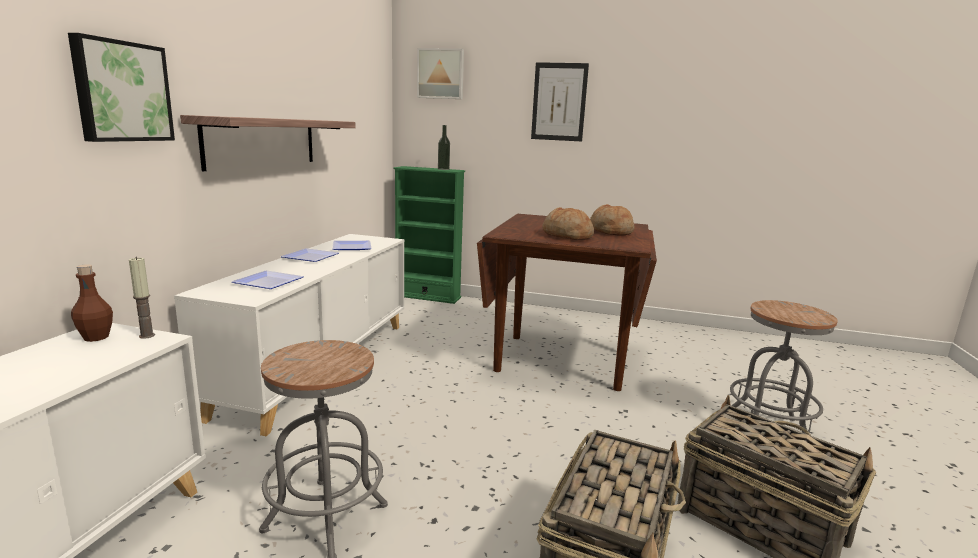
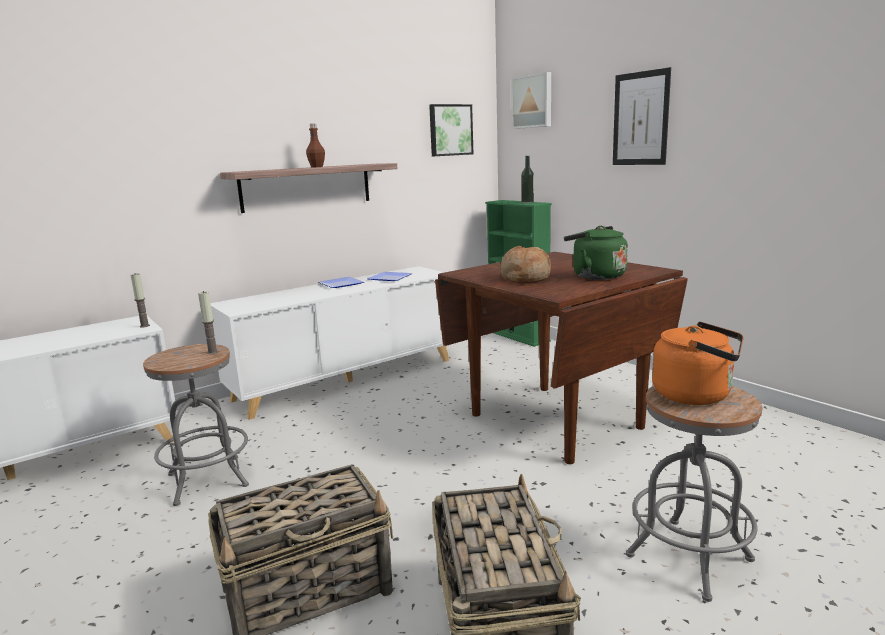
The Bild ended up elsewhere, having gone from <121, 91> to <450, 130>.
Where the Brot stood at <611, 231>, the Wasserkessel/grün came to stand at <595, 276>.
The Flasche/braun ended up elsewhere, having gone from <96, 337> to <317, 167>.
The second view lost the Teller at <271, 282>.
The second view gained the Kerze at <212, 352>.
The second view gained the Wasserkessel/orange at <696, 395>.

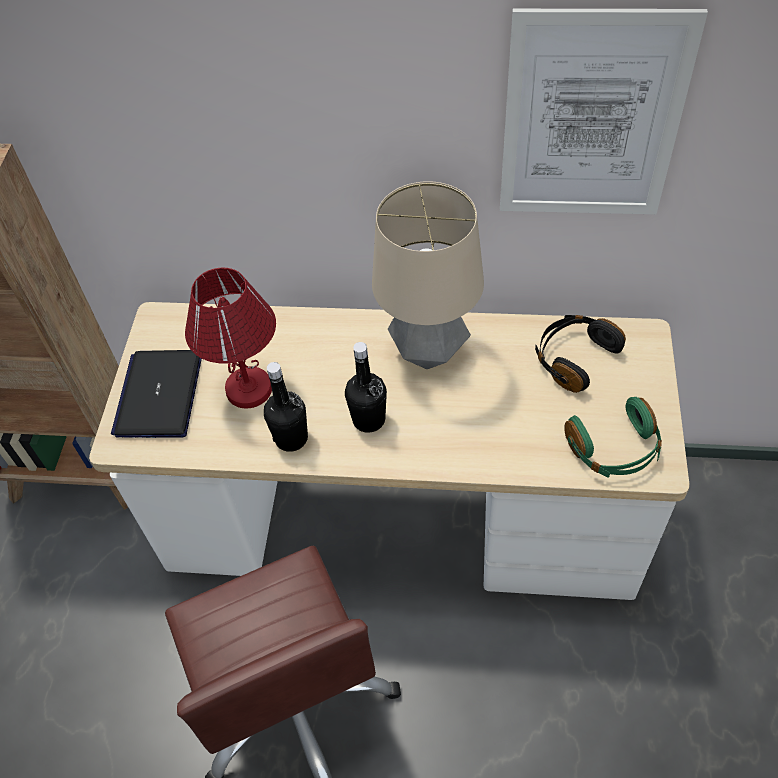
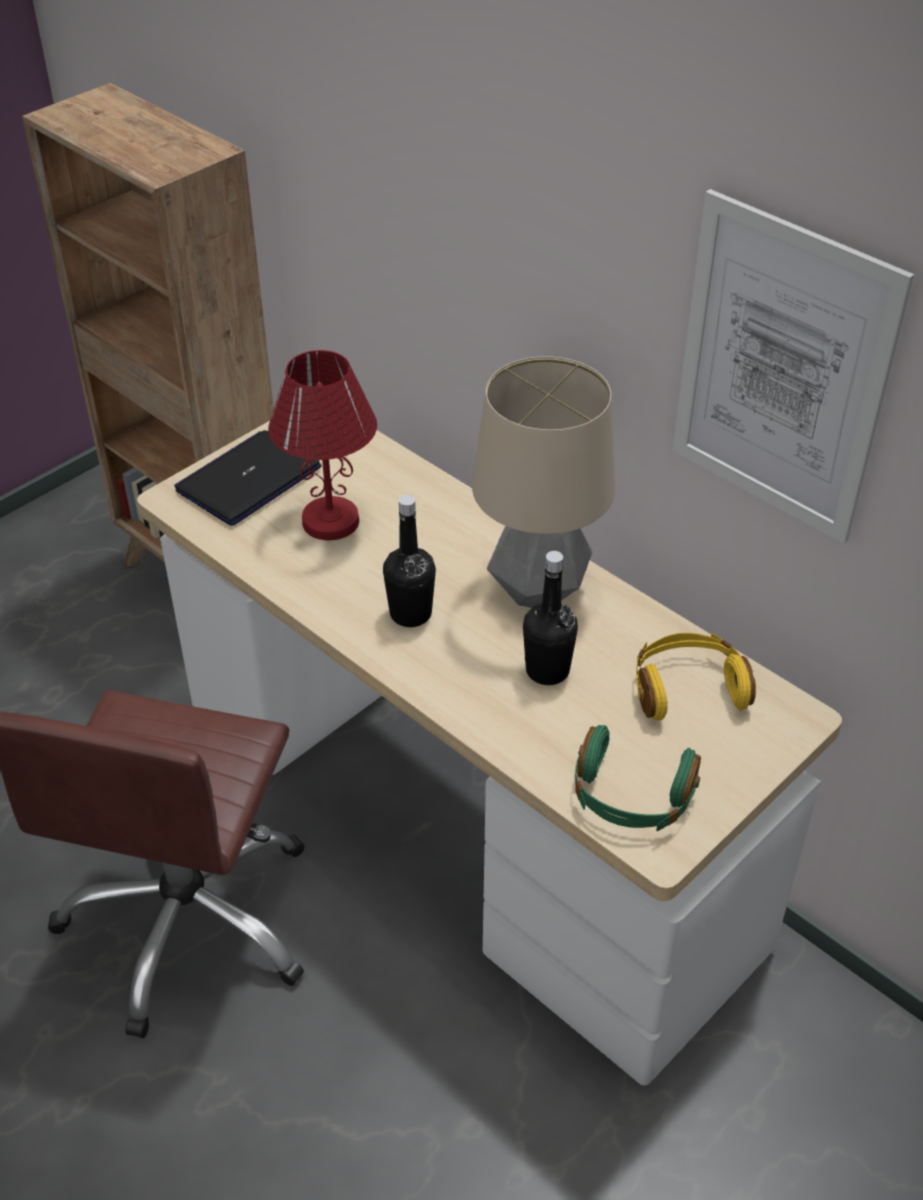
What was the Kopfhörer/schwarz at <574, 358> turned into the Kopfhörer/gelb at <687, 688>.
The Flasche/schwarz ended up elsewhere, having gone from <291, 438> to <547, 670>.

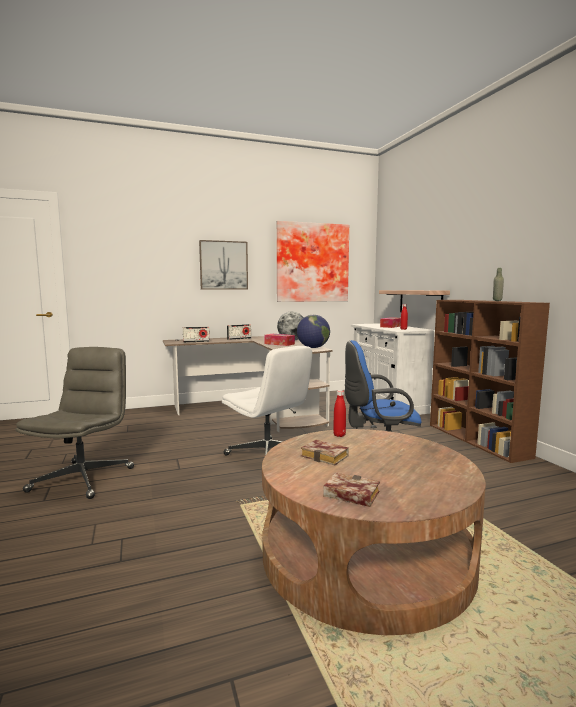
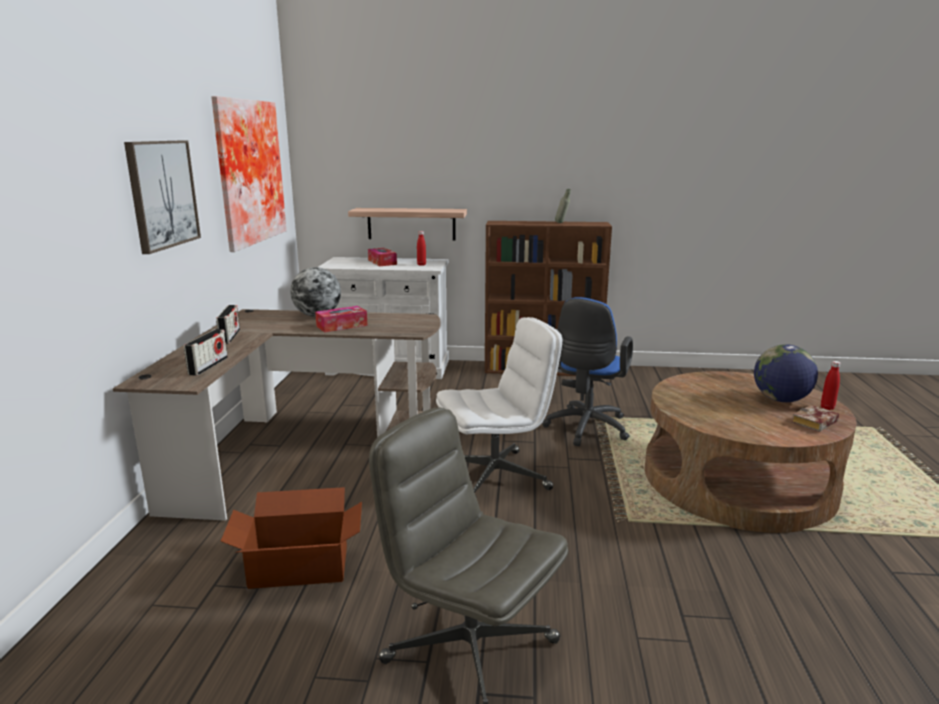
The Globus ended up elsewhere, having gone from <313, 347> to <780, 400>.
The Flasche/rot ended up elsewhere, having gone from <339, 435> to <827, 408>.
The second view lost the Buch at <326, 456>.
The second view gained the Karton at <298, 566>.

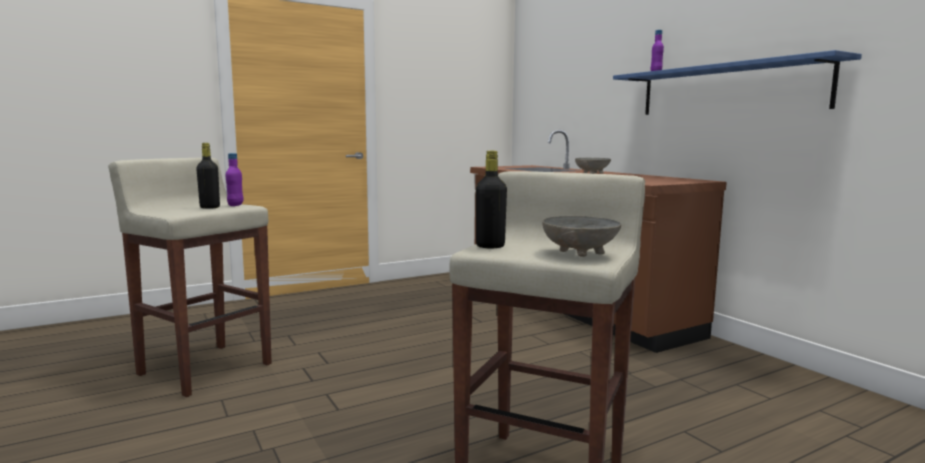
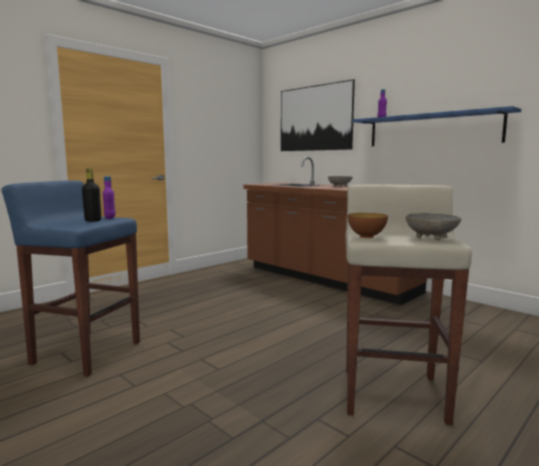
Where the Flasche/schwarz stood at <490, 246>, the Schüssel came to stand at <366, 237>.
What was the Hocker/beige at <204, 369> turned into the Hocker/blau at <86, 352>.
The second view gained the Bild at <315, 118>.

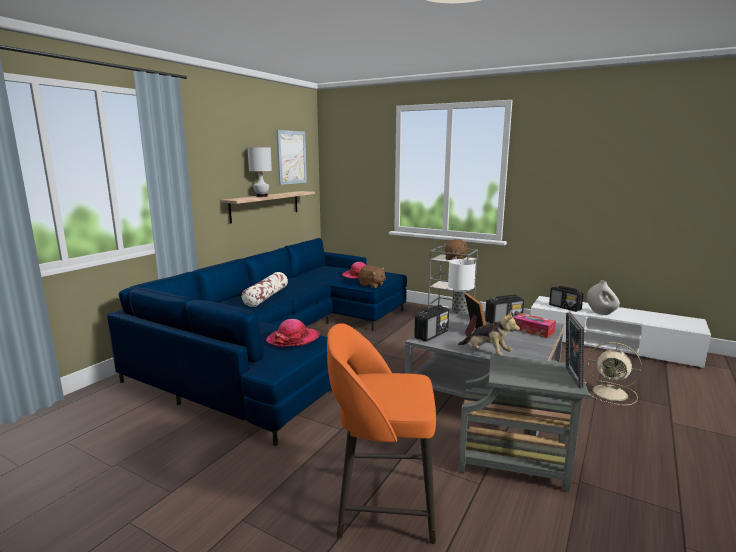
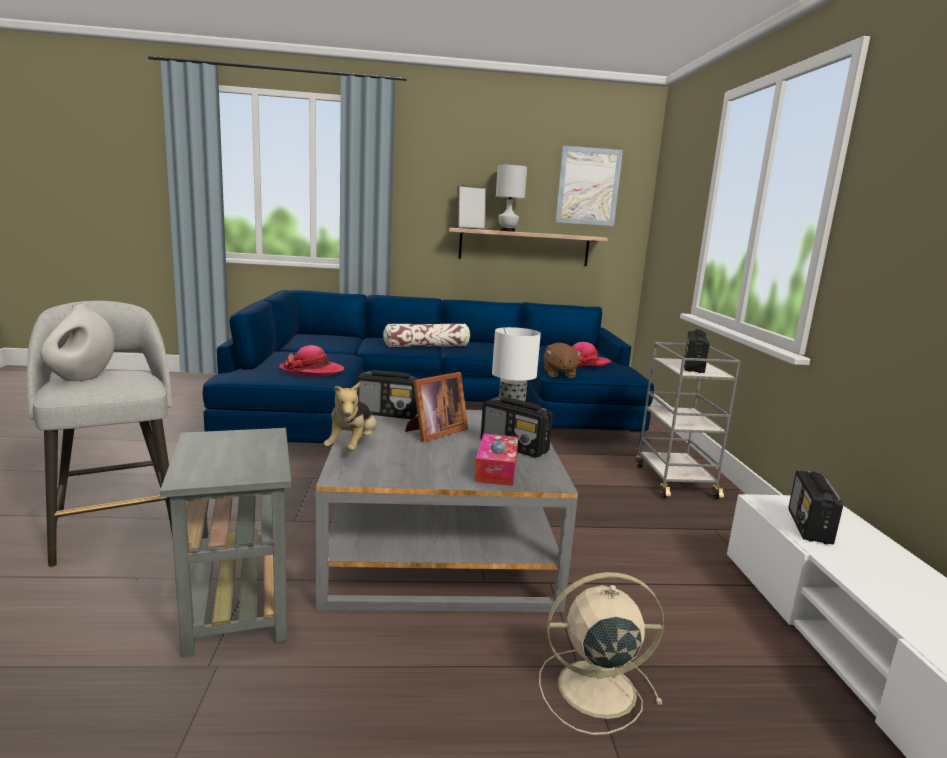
Where the Plüschtier/braun stood at <455, 258>, the Radio came to stand at <693, 367>.
The Vase/weiß ended up elsewhere, having gone from <601, 313> to <82, 377>.
The Bilderrahmen ended up elsewhere, having gone from <570, 377> to <470, 228>.
What was the Hocker/orange at <382, 505> turned into the Hocker/grau at <116, 526>.
The Ventilator/beige at <611, 393> ended up facing another way, 90 degrees clockwise from before.

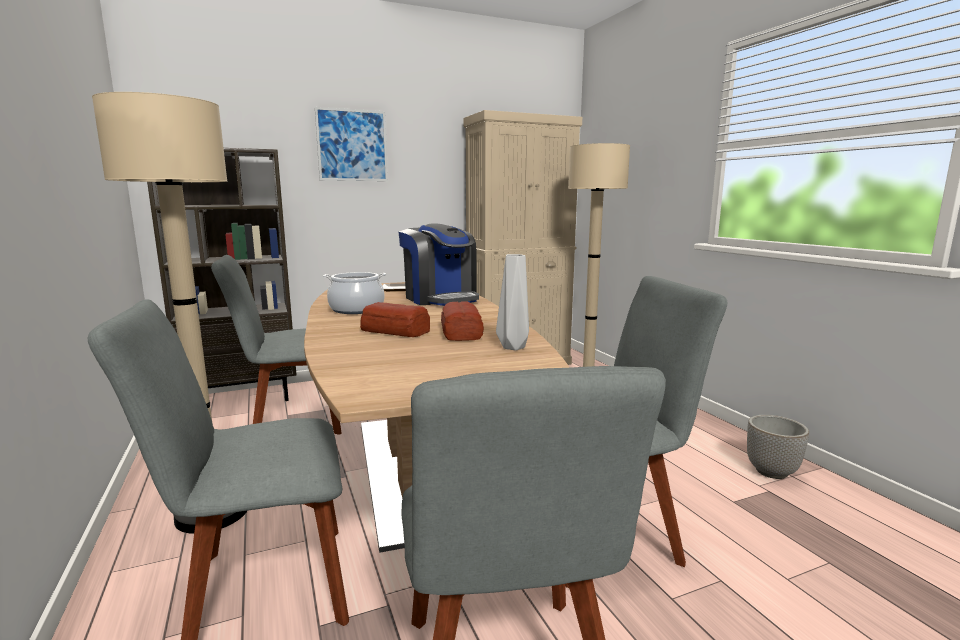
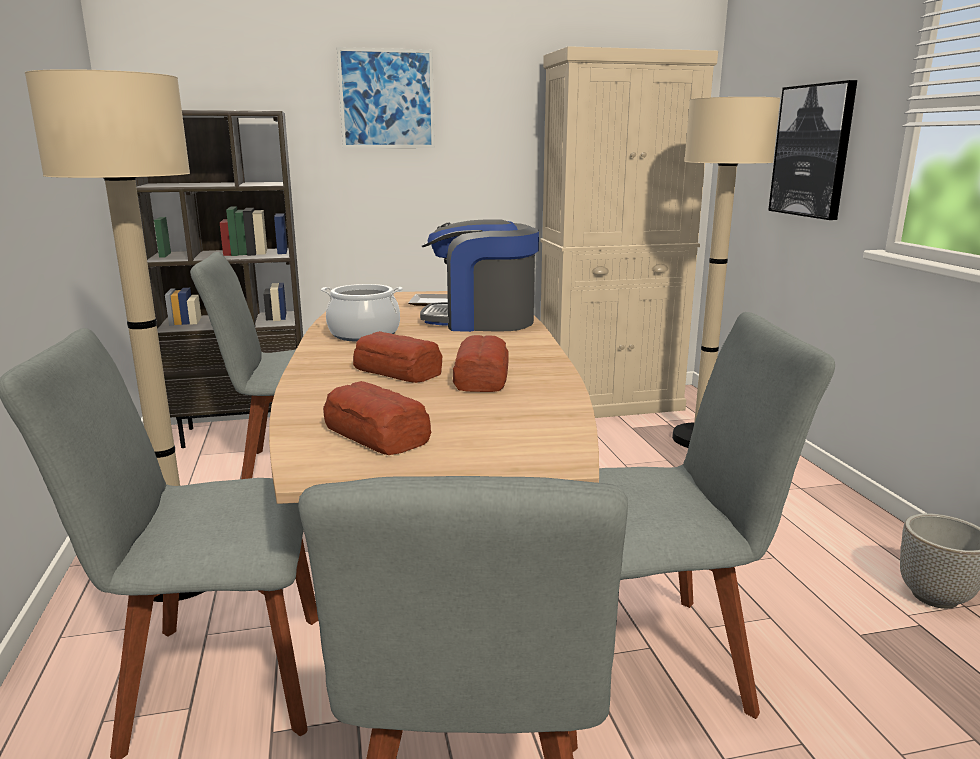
The Kaffeemaschine at <440, 298> ended up facing another way, 120 degrees clockwise from before.
The second view lost the Vase/grau at <512, 347>.
The second view gained the Bild at <812, 151>.
The second view gained the Brot at <377, 435>.

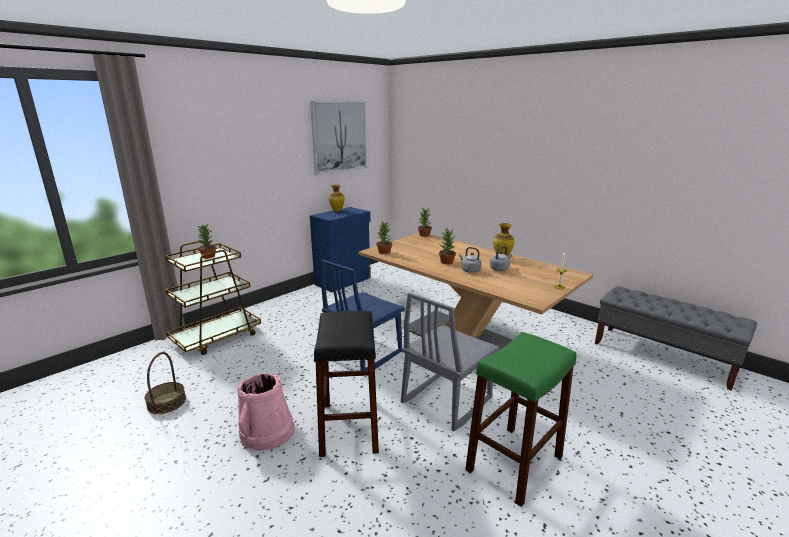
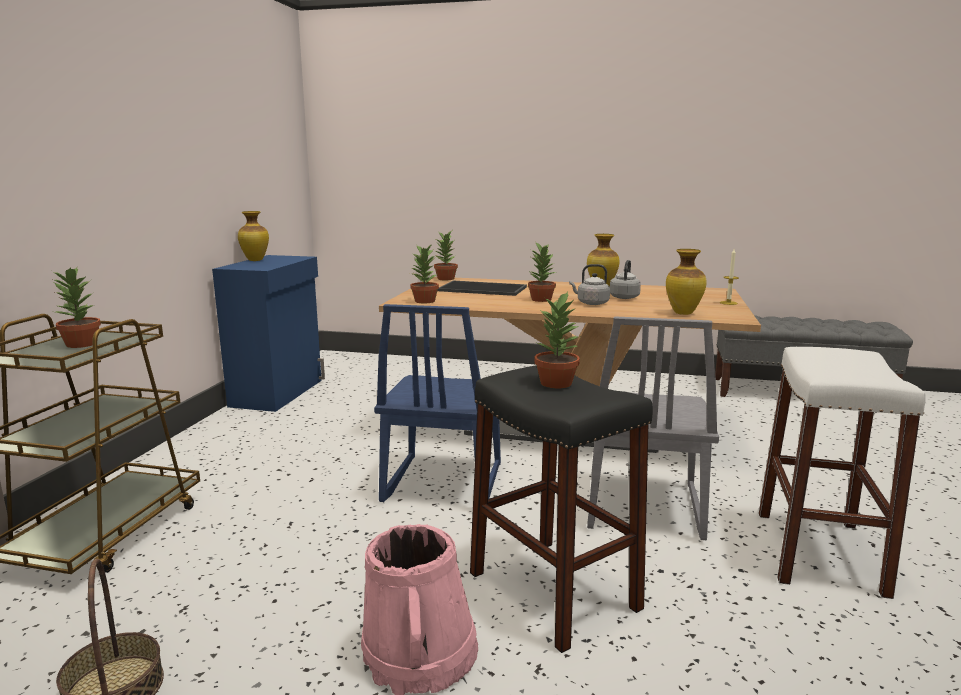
The second view lost the Bild at <339, 137>.
What was the Hocker/grün at <514, 463> turned into the Hocker/weiß at <818, 552>.
The second view gained the Vase at <683, 313>.
The second view gained the Tablett at <483, 289>.
The second view gained the Topfpflanze at <557, 383>.

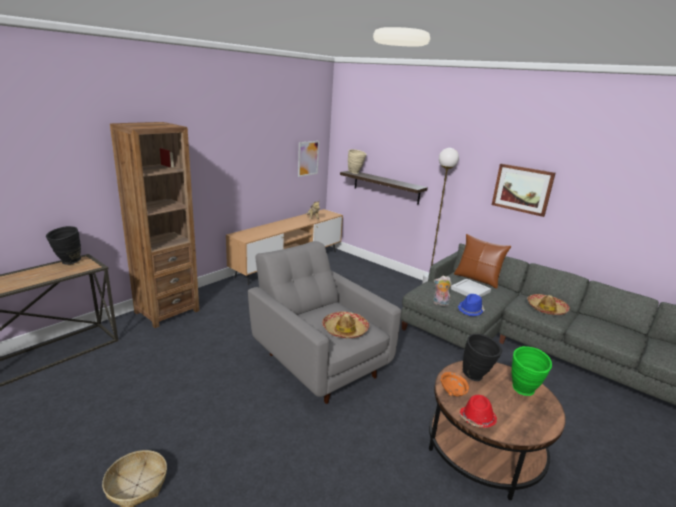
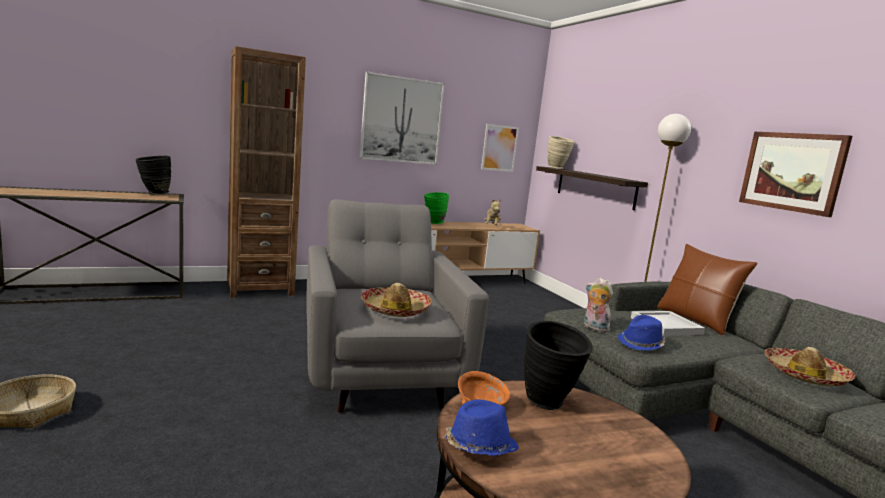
The Vase/grün ended up elsewhere, having gone from <523, 392> to <433, 223>.
What was the Hut/rot at <477, 419> turned into the Hut/blau at <479, 447>.
The second view gained the Bild at <402, 120>.

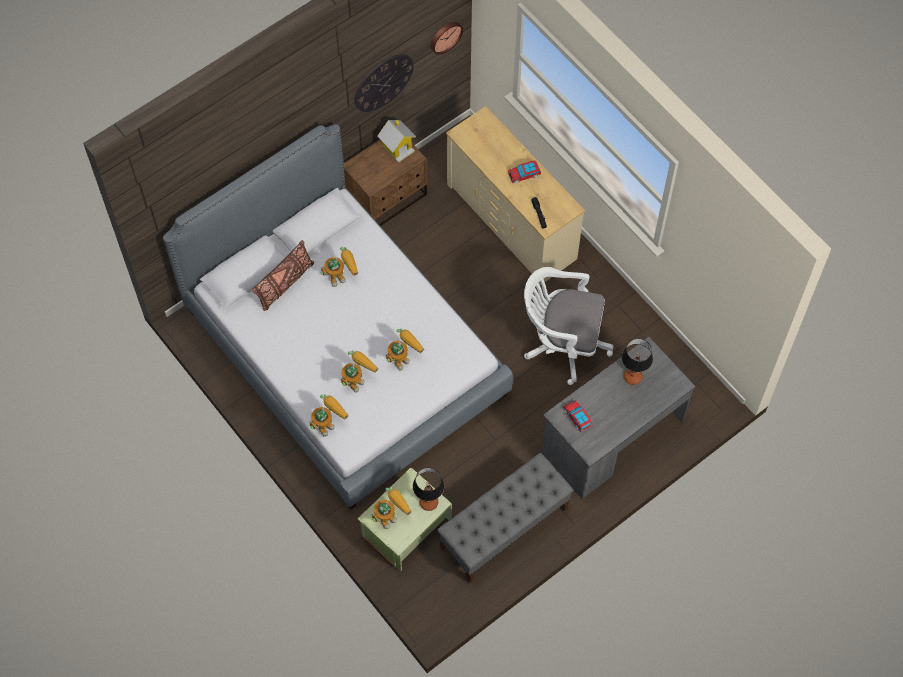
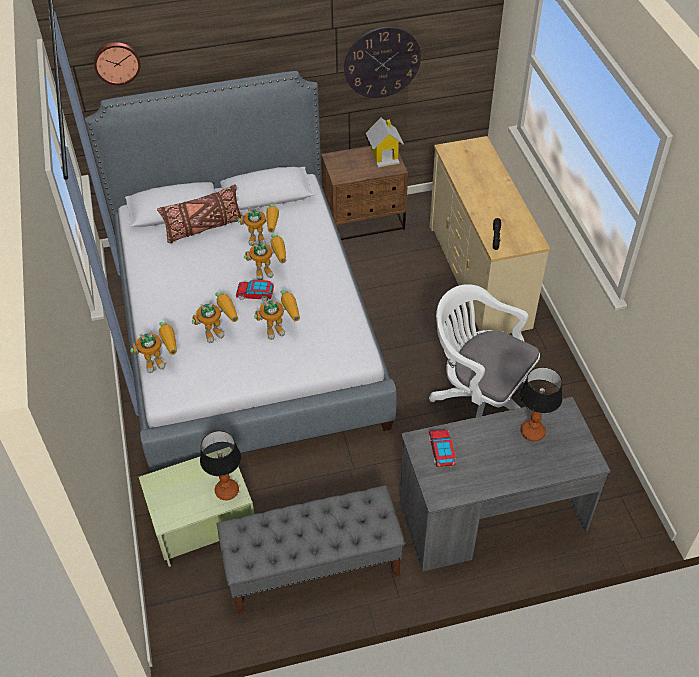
The Wanduhr ended up elsewhere, having gone from <445, 36> to <117, 62>.
The Spielzeugauto ended up elsewhere, having gone from <524, 174> to <255, 294>.
The Spielzeugroboter ended up elsewhere, having gone from <391, 515> to <270, 271>.

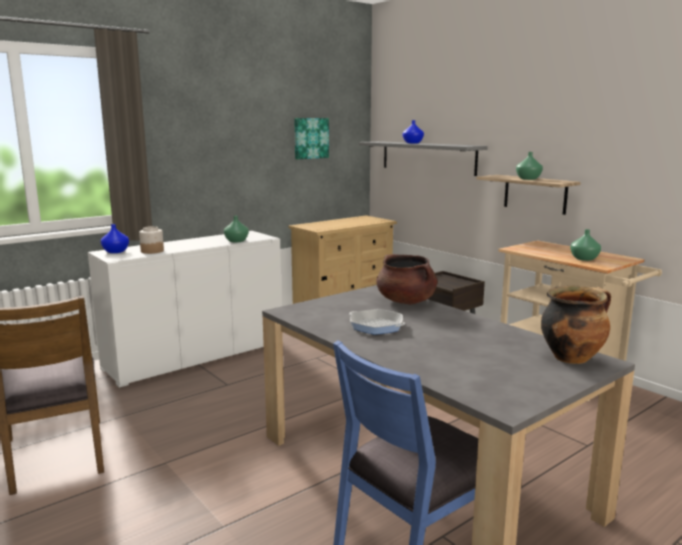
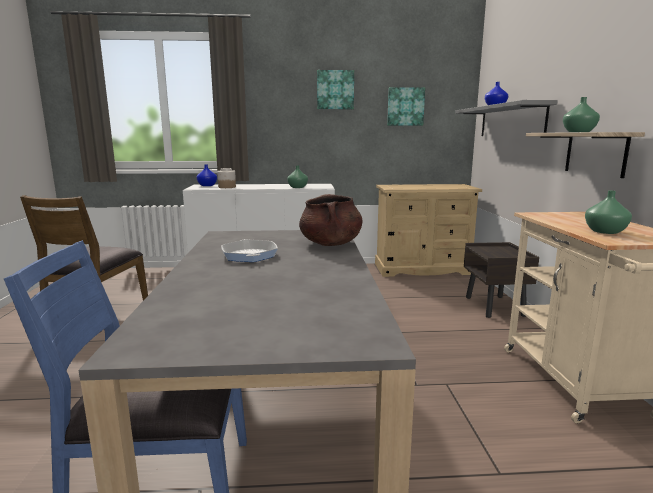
The second view lost the Kochtopf at <572, 357>.
The second view gained the Bild at <335, 90>.

